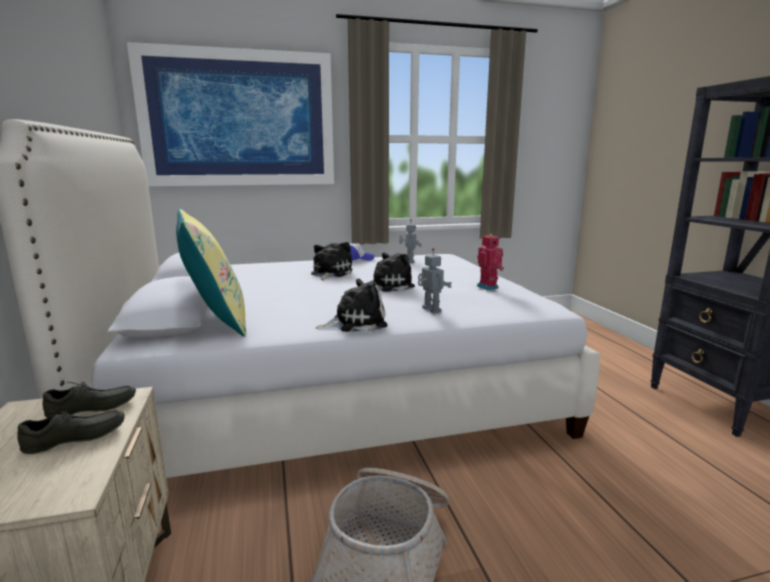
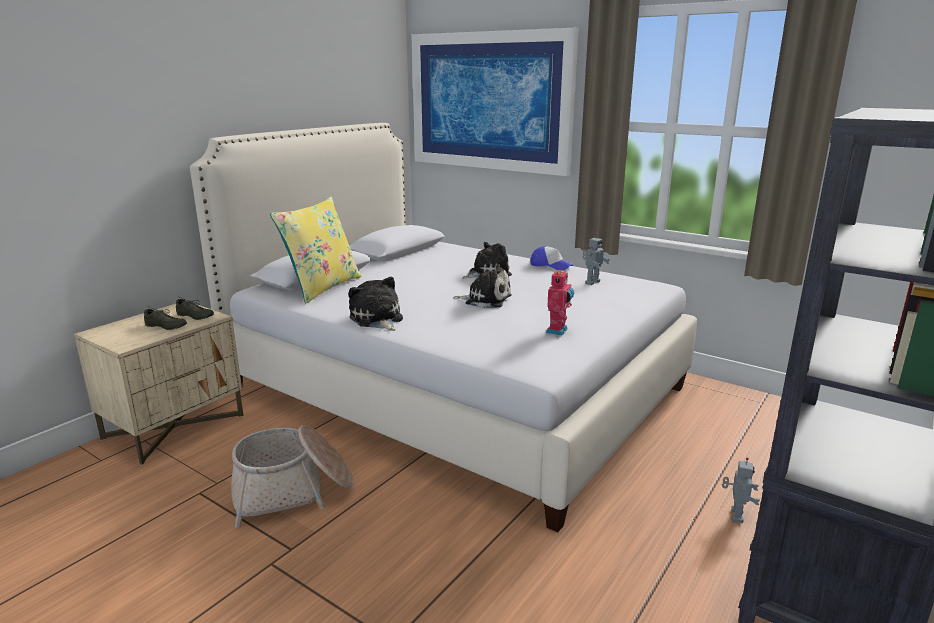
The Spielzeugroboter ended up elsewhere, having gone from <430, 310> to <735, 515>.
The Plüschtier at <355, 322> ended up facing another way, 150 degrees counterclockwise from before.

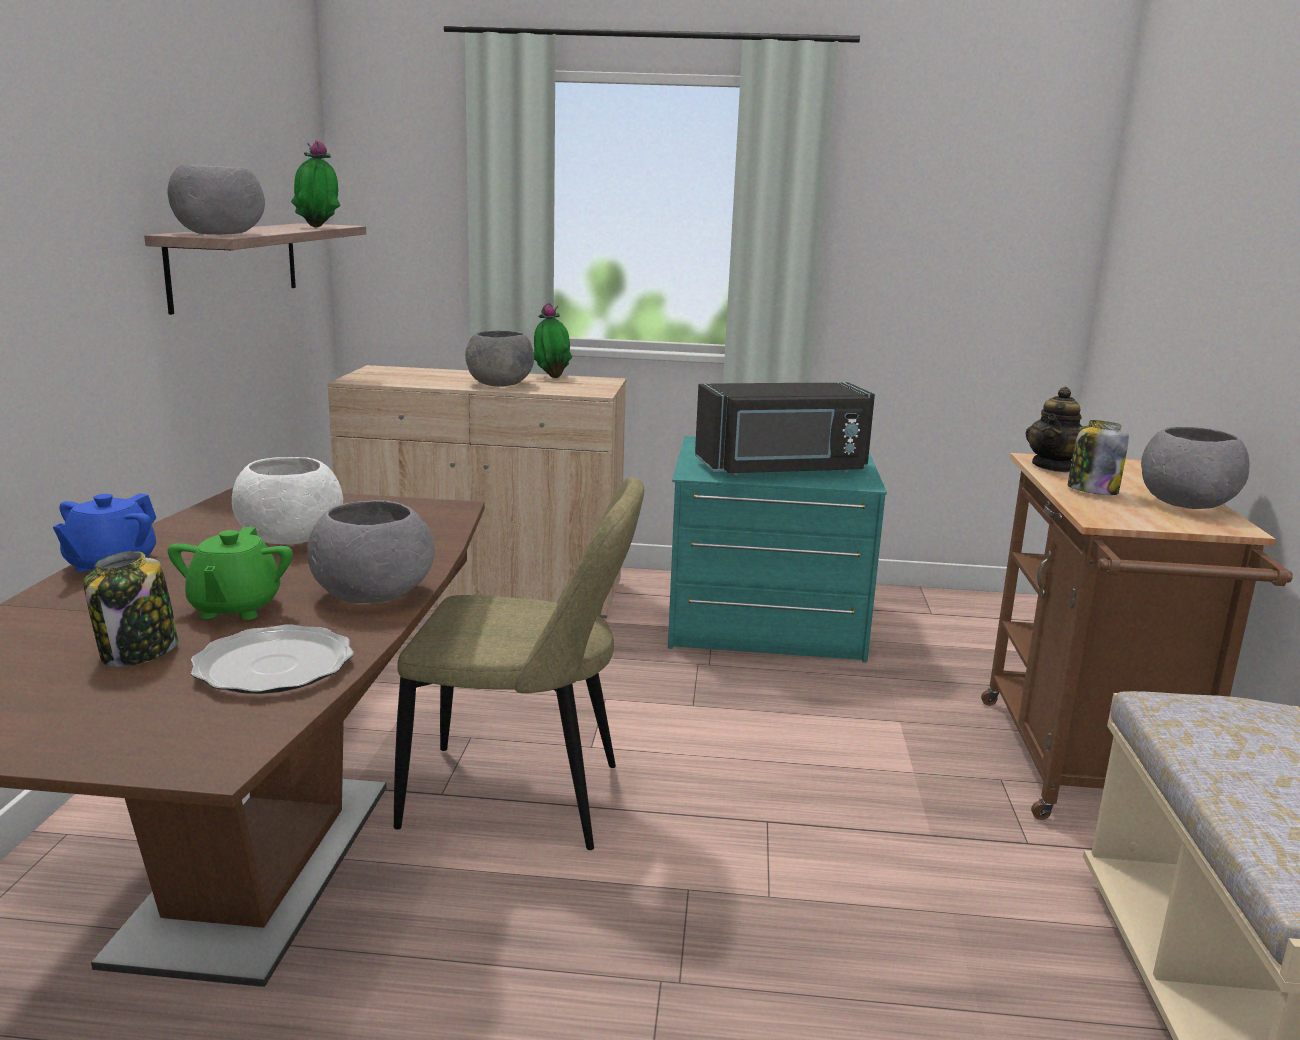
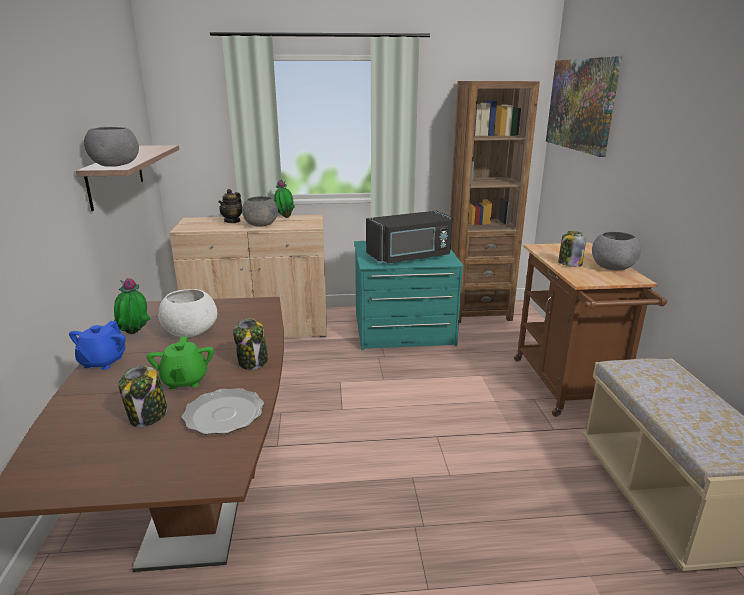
The Topfpflanze ended up elsewhere, having gone from <318, 227> to <135, 334>.
The Teekanne ended up elsewhere, having gone from <1053, 467> to <232, 221>.
The second view lost the Stuhl/beige at <523, 798>.
Where the Schüssel/grau stood at <375, 594>, the Vorratsglas came to stand at <253, 362>.
The second view gained the Bild at <580, 104>.
The second view gained the Bücherregal/braun at <477, 311>.

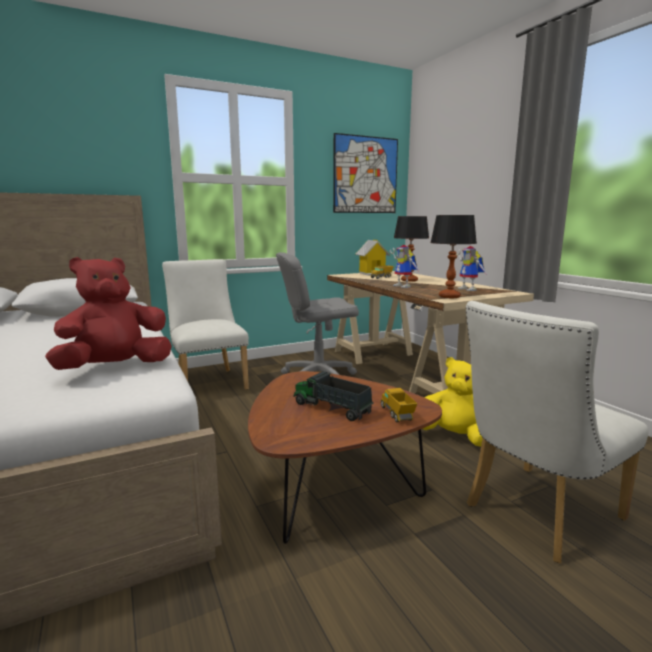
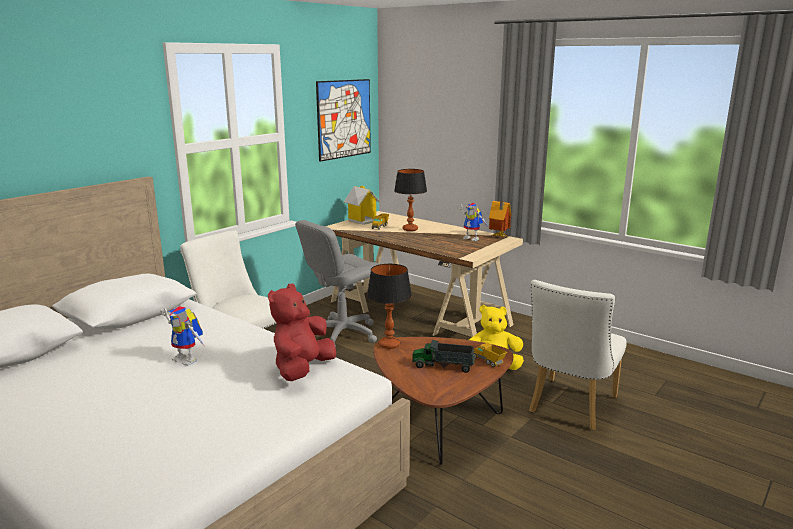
The Tischlampe ended up elsewhere, having gone from <449, 296> to <389, 344>.
The Spielzeugroboter ended up elsewhere, having gone from <405, 286> to <189, 359>.
The second view gained the Spielzeughaus at <499, 236>.

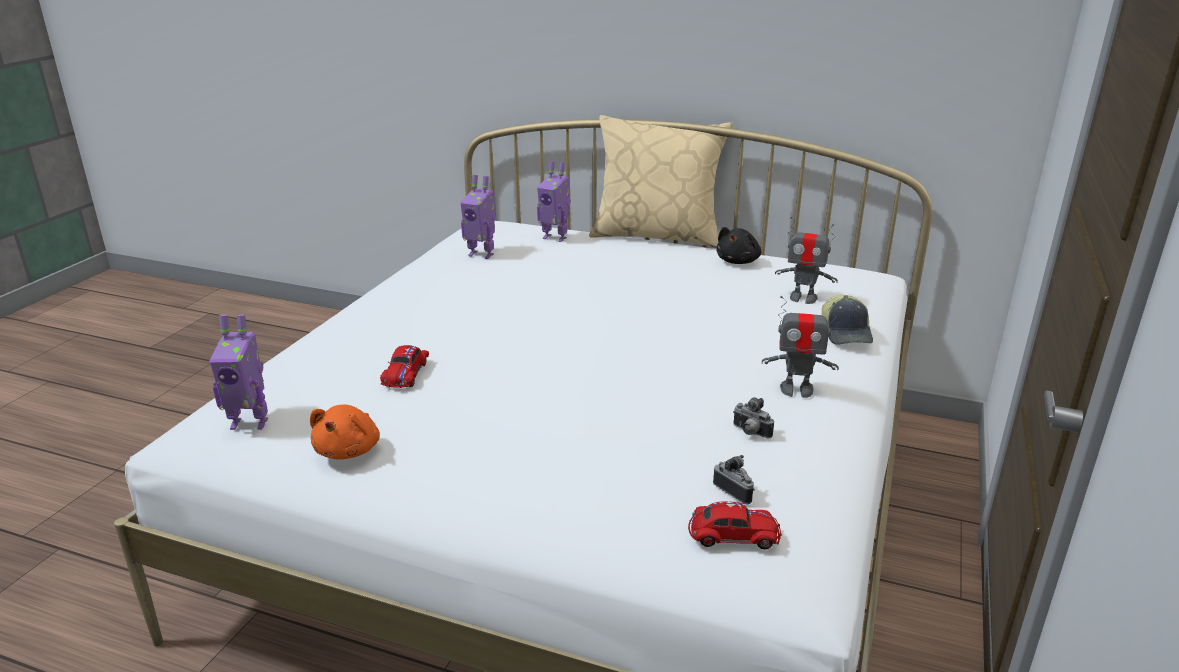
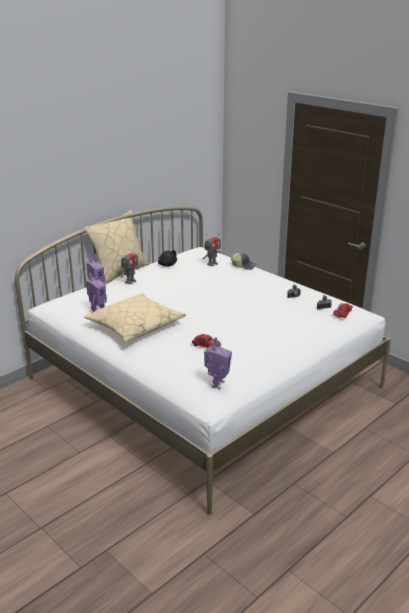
The Spielzeugroboter ended up elsewhere, having gone from <796, 390> to <130, 281>.
The second view lost the Plüschtier/orange at <349, 450>.
The second view gained the Kissen/beige at <135, 325>.

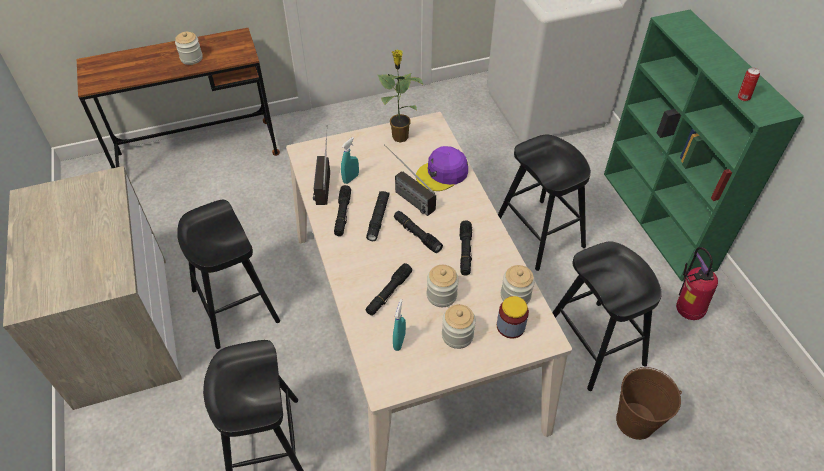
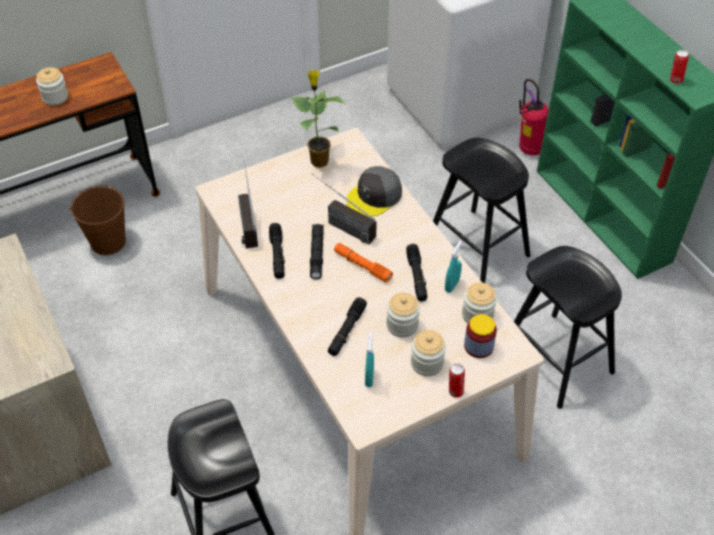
The Sprühflasche/türkis ended up elsewhere, having gone from <351, 178> to <452, 285>.
What was the Kappe/lila at <442, 173> turned into the Kappe/grau at <374, 196>.
The second view lost the Hocker/schwarz at <235, 306>.
What was the Taschenlampe/schwarz at <417, 235> turned into the Taschenlampe/orange at <362, 266>.
The Feuerlöscher ended up elsewhere, having gone from <685, 310> to <528, 149>.
The Eimer/braun ended up elsewhere, having gone from <635, 421> to <108, 242>.
The second view gained the Dose at <455, 391>.

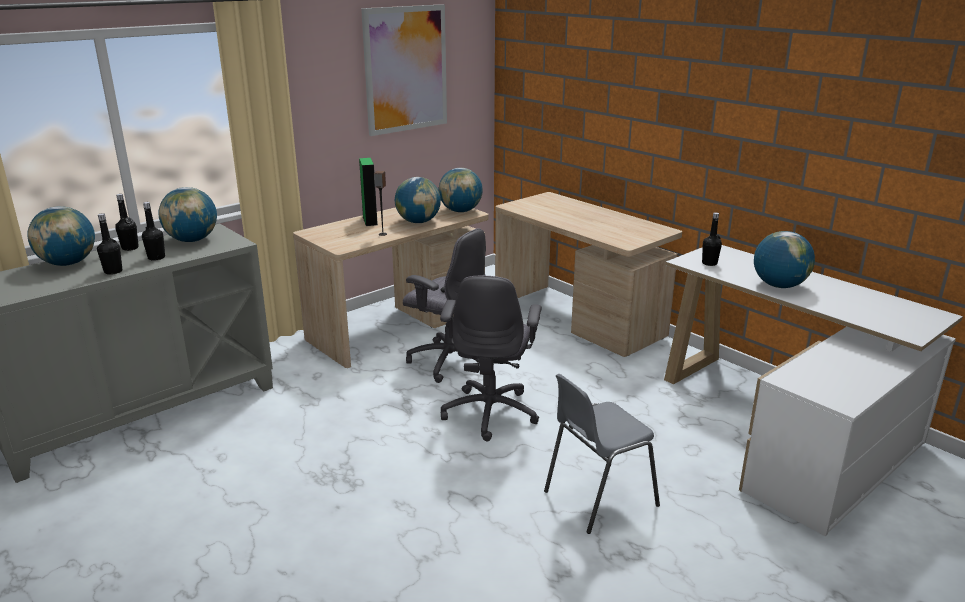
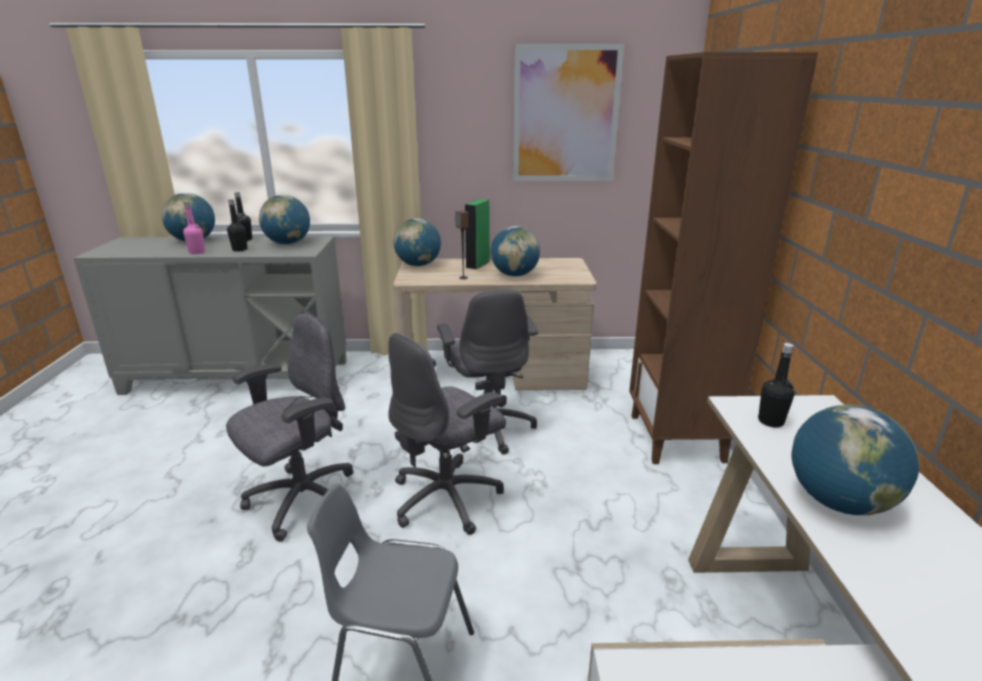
The Globus ended up elsewhere, having gone from <460, 211> to <418, 265>.
Where the Schreibtisch/beige stood at <579, 320>, the Bücherregal/braun came to stand at <677, 438>.
What was the Flasche/schwarz at <113, 271> turned into the Flasche/rosa at <197, 252>.
The second view gained the Bürostuhl/grau at <301, 501>.

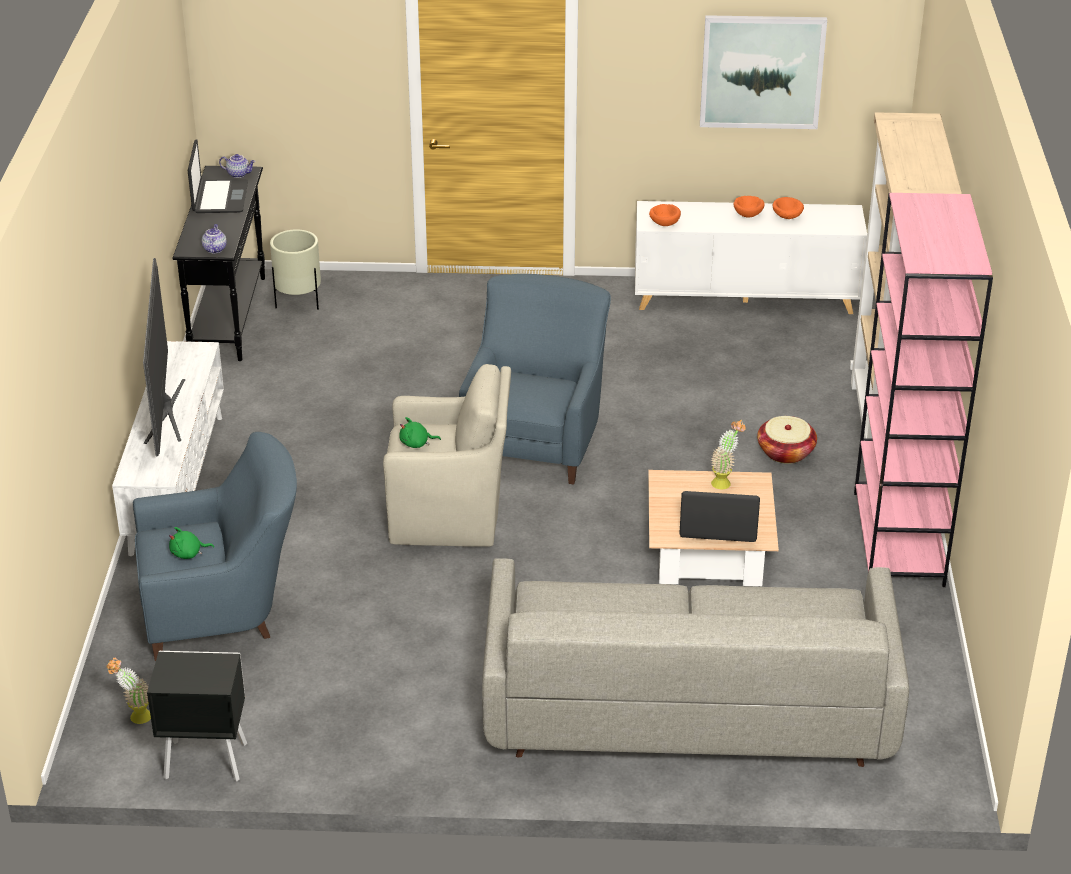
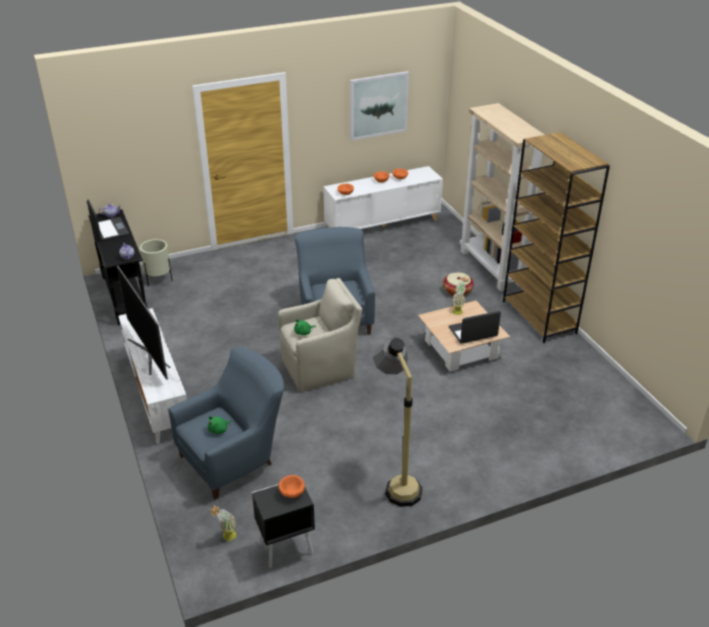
What was the Bücherregal/rosa at <899, 539> turned into the Bücherregal/braun at <539, 317>.
The second view lost the Sofa/grau at <687, 707>.
The second view gained the Stehlampe at <396, 480>.
The second view gained the Schüssel/orange at <291, 493>.

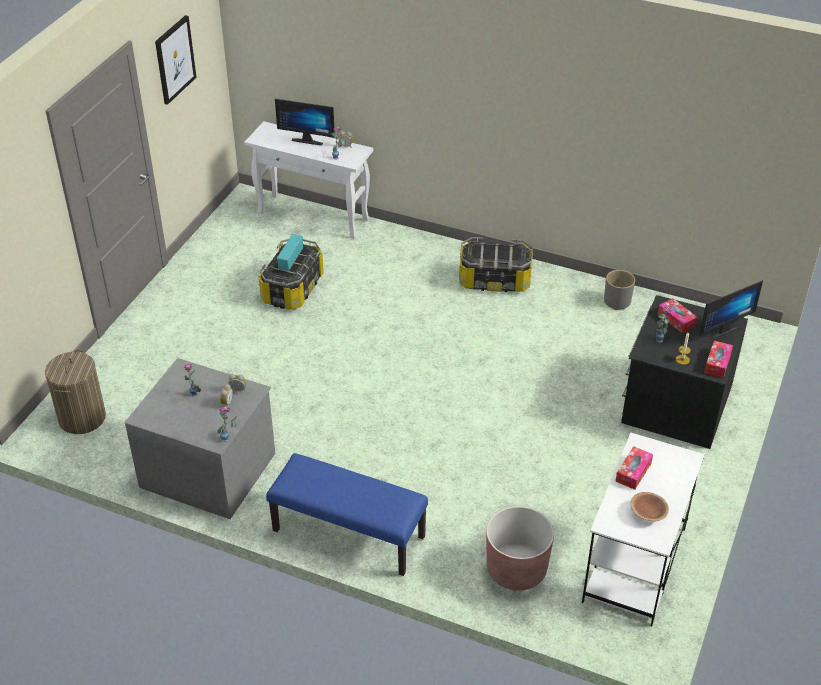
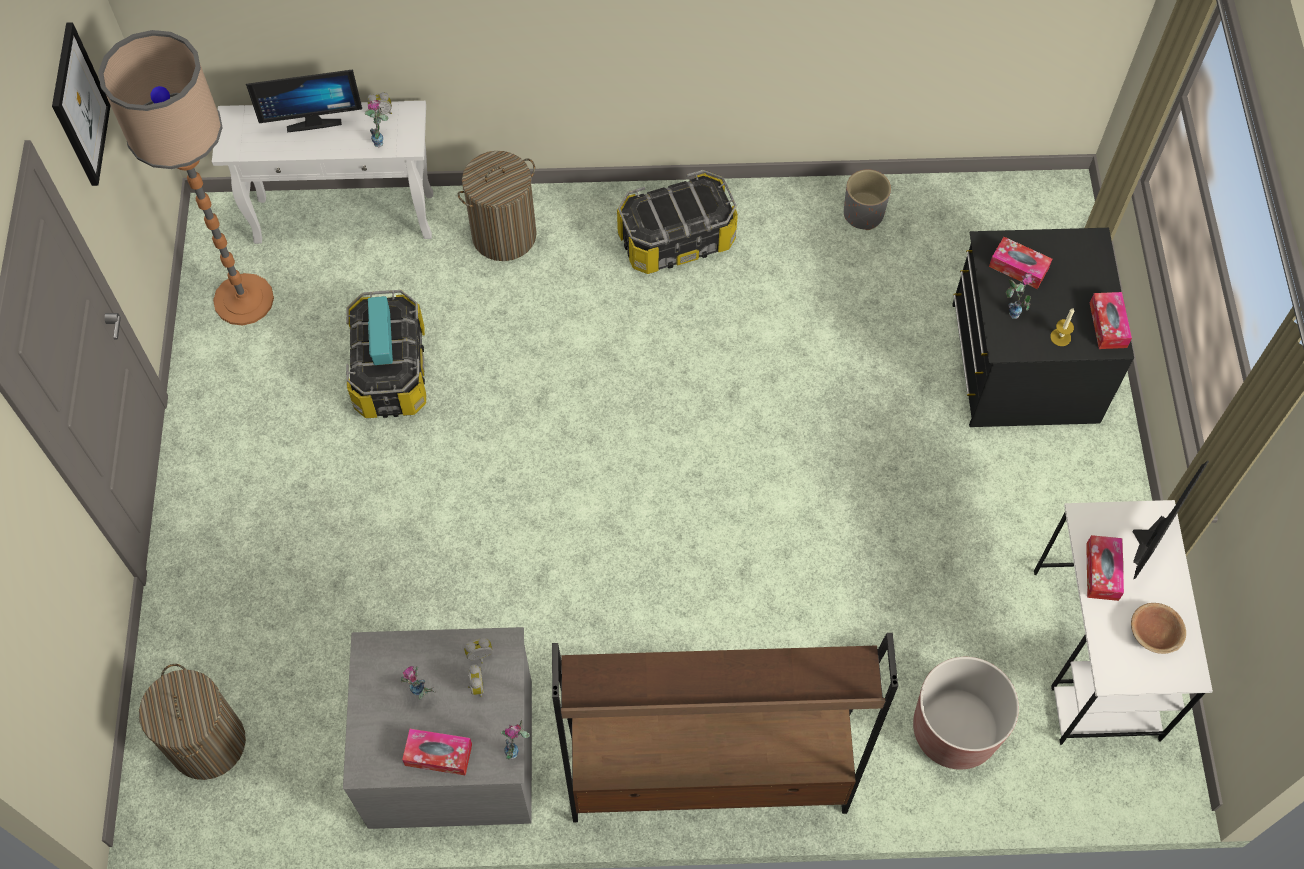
The Monitor ended up elsewhere, having gone from <720, 329> to <1144, 537>.
Where the Bank/blau stood at <347, 534>, the Bücherregal/braun came to stand at <707, 774>.
The second view gained the Stehlampe at <243, 299>.
The second view gained the Wäschekorb at <504, 235>.
The second view gained the Taschentuchbox at <438, 755>.

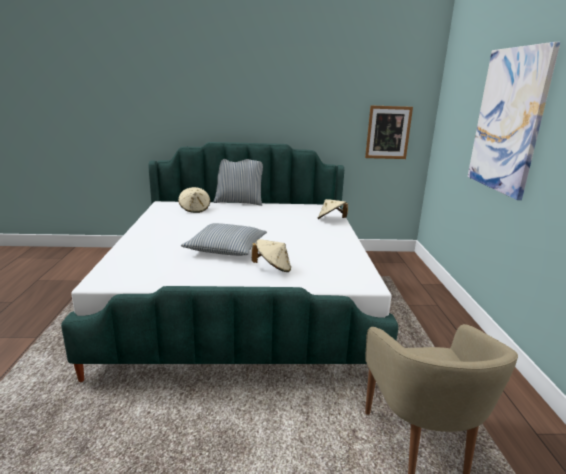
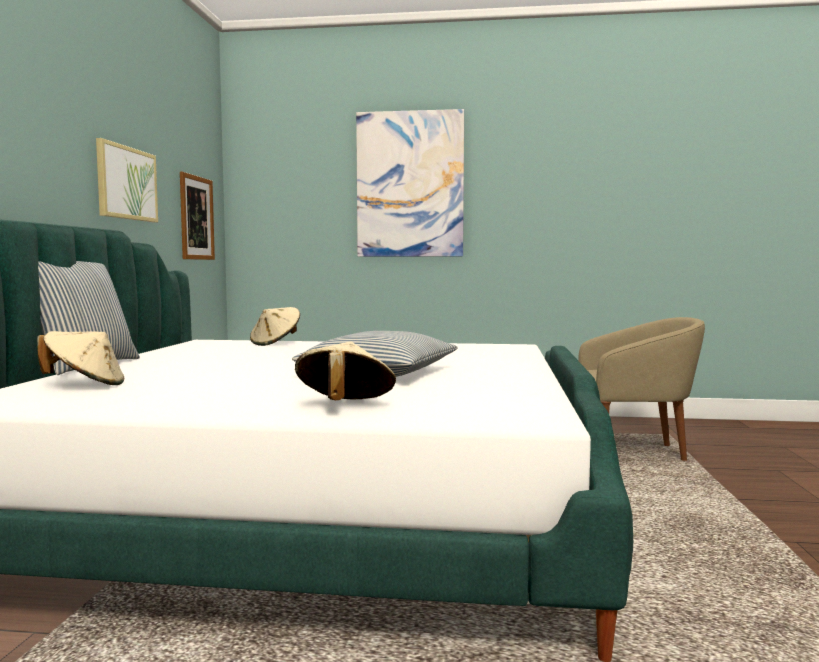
The Hut/beige ended up elsewhere, having gone from <272, 268> to <344, 407>.
The second view gained the Bild at <126, 183>.

